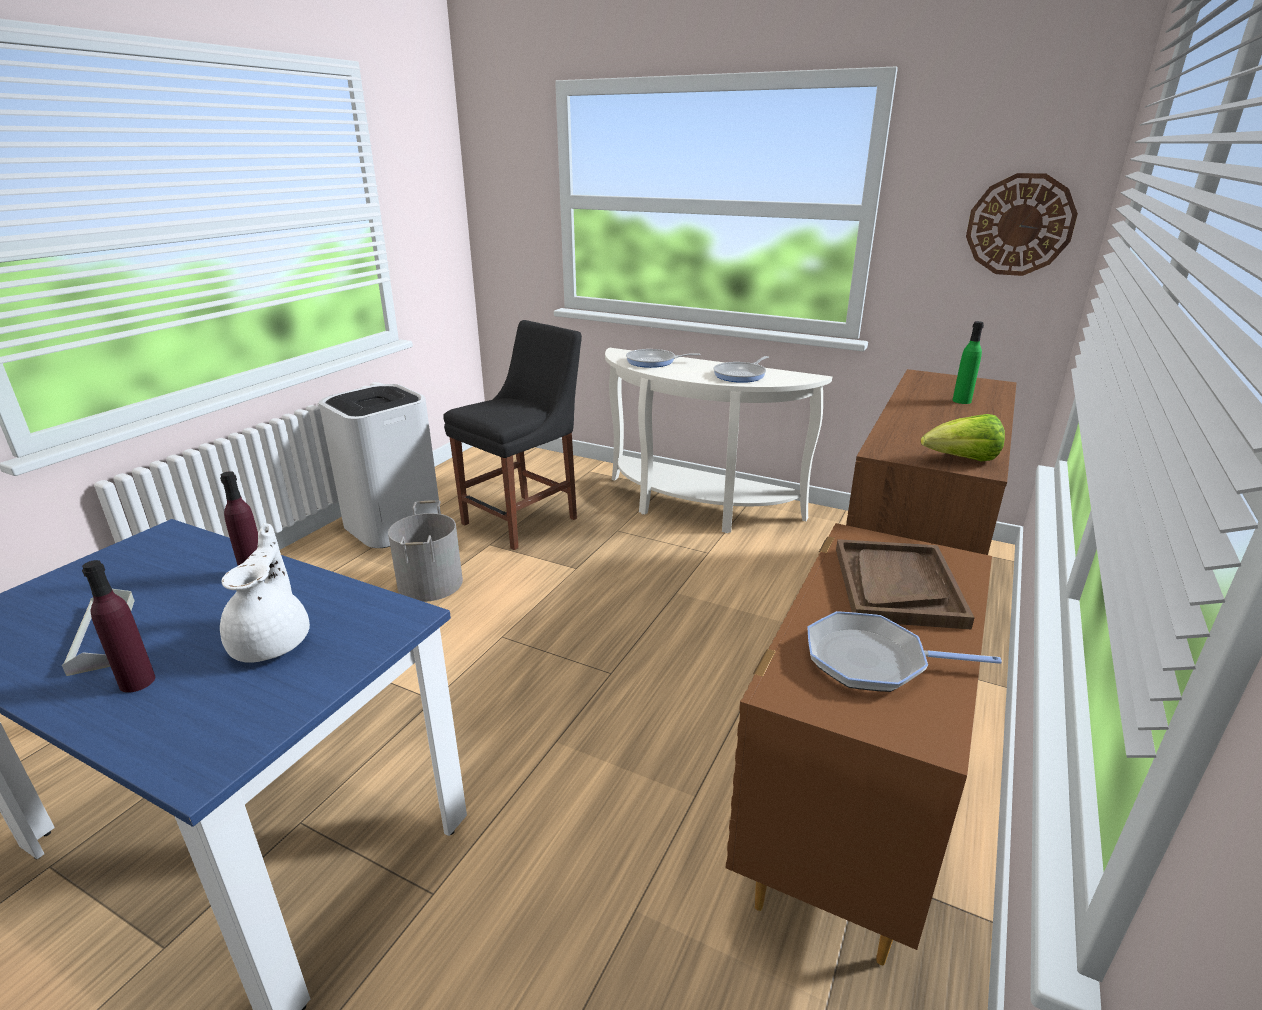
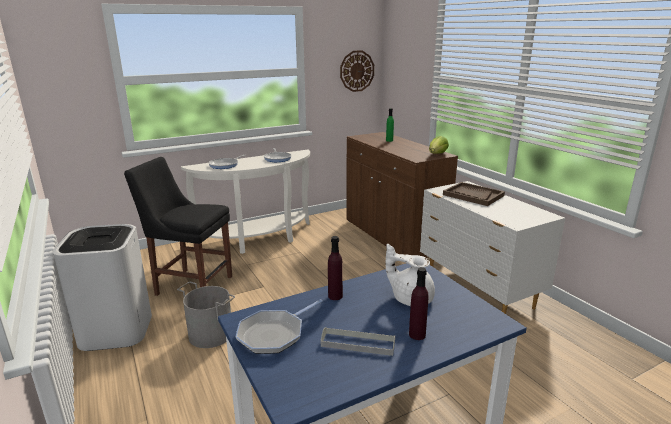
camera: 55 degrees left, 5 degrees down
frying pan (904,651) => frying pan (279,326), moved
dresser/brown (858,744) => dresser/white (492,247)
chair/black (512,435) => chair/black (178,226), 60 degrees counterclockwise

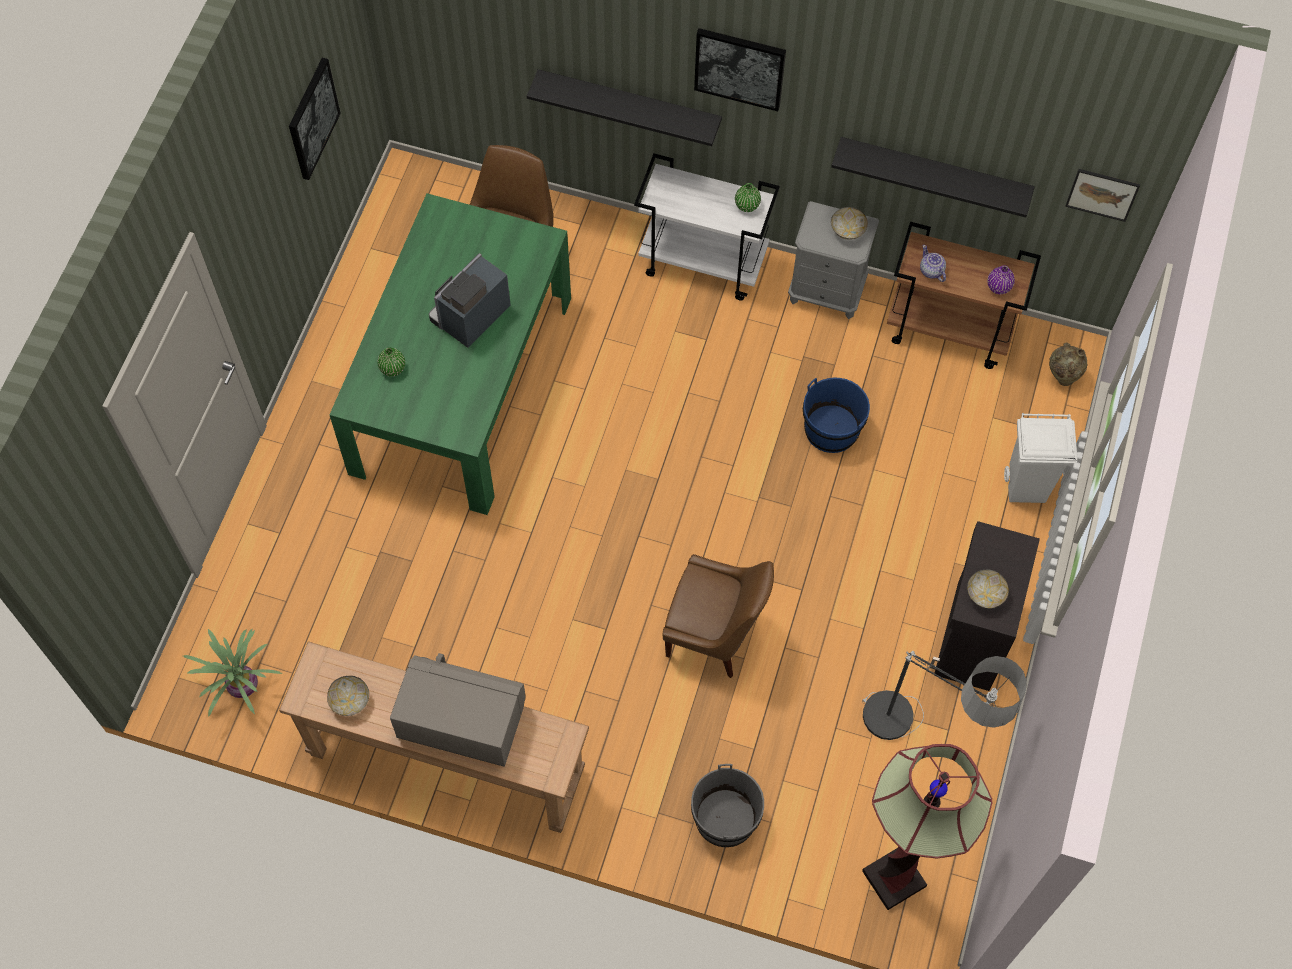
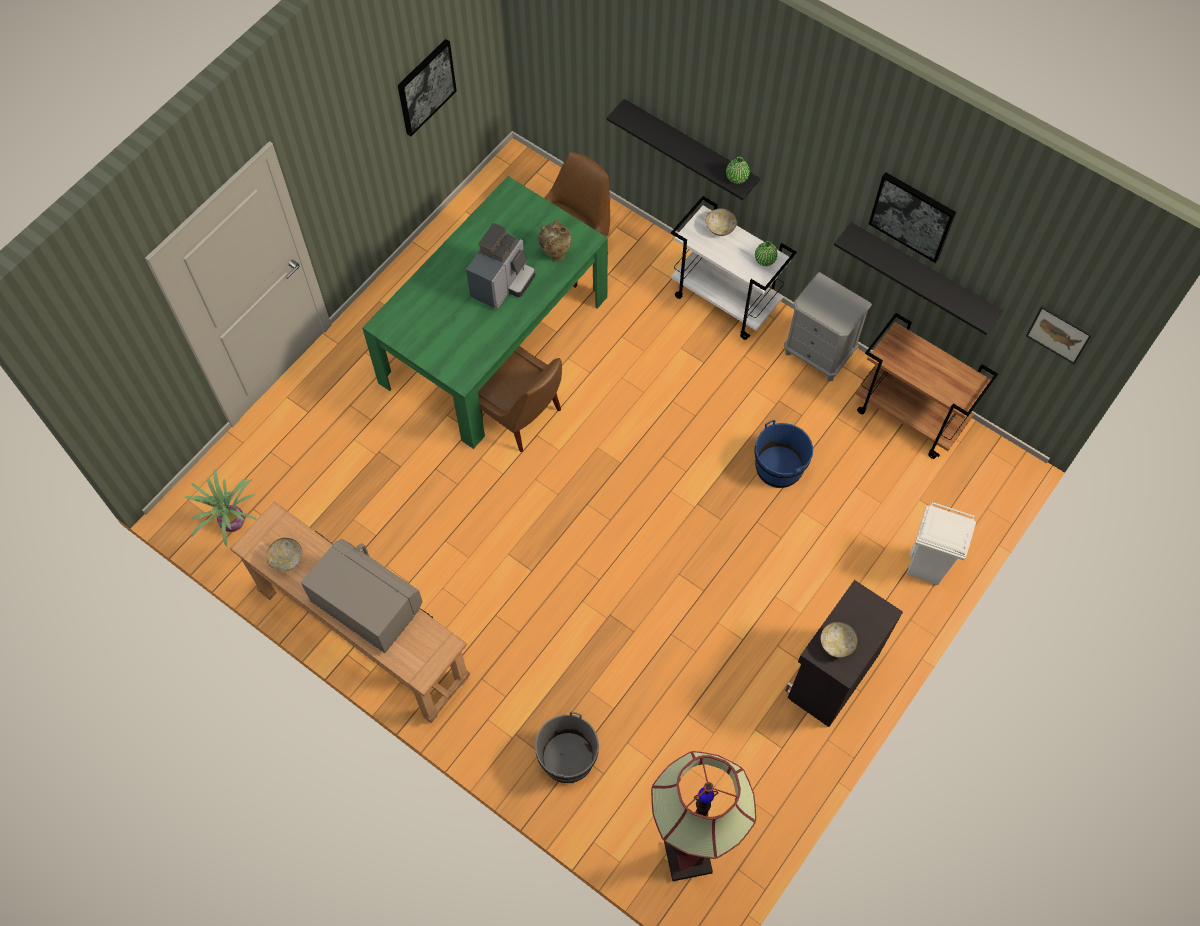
camera: 20 degrees right, 0 degrees up
floor lamp (944,695) => nothing
teapot (933,263) => nothing
vase/purple (1001,279) => nothing
vase/green (391,362) => vase/green (738,170), moved
chair/brown (718,616) => chair/brown (520,399), moved
picture (740,69) => picture (912,217), moved
bowl (849,223) => bowl (721,222), moved
vase/beige (1068,364) => vase/beige (555,240), moved
coffee machine (470,300) => coffee machine (500,266), 150 degrees clockwise

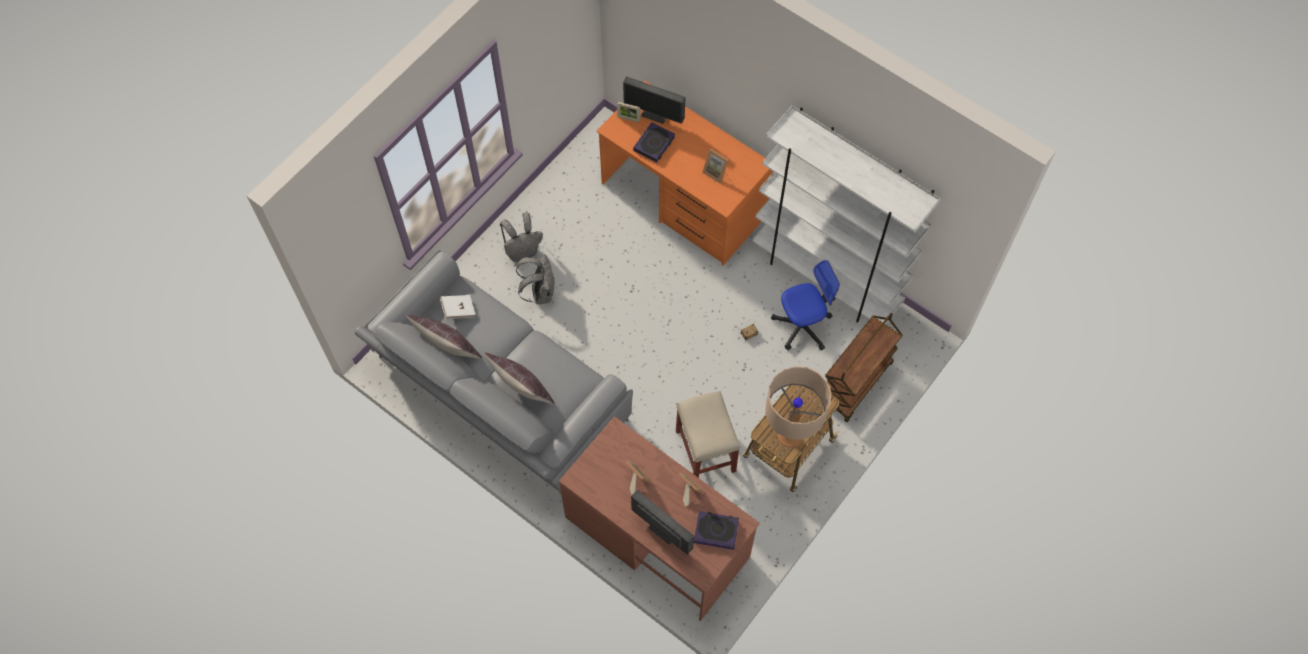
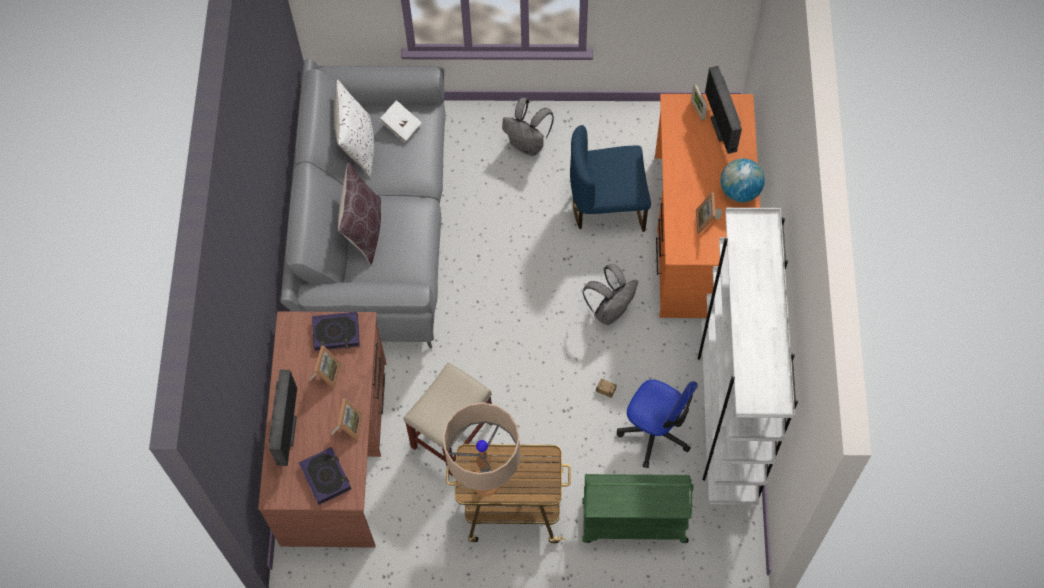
camera: 55 degrees right, 0 degrees up
nothing => chair/blue (610,178)
nothing => globe (743,180)
backpack/grey (535,279) => backpack/grey (610,294), moved
book (654,142) => book (336,331), moved
pillow/brown (444,337) => pillow/white (354,128)
cart/brown (864,367) => cart/green (638,508)

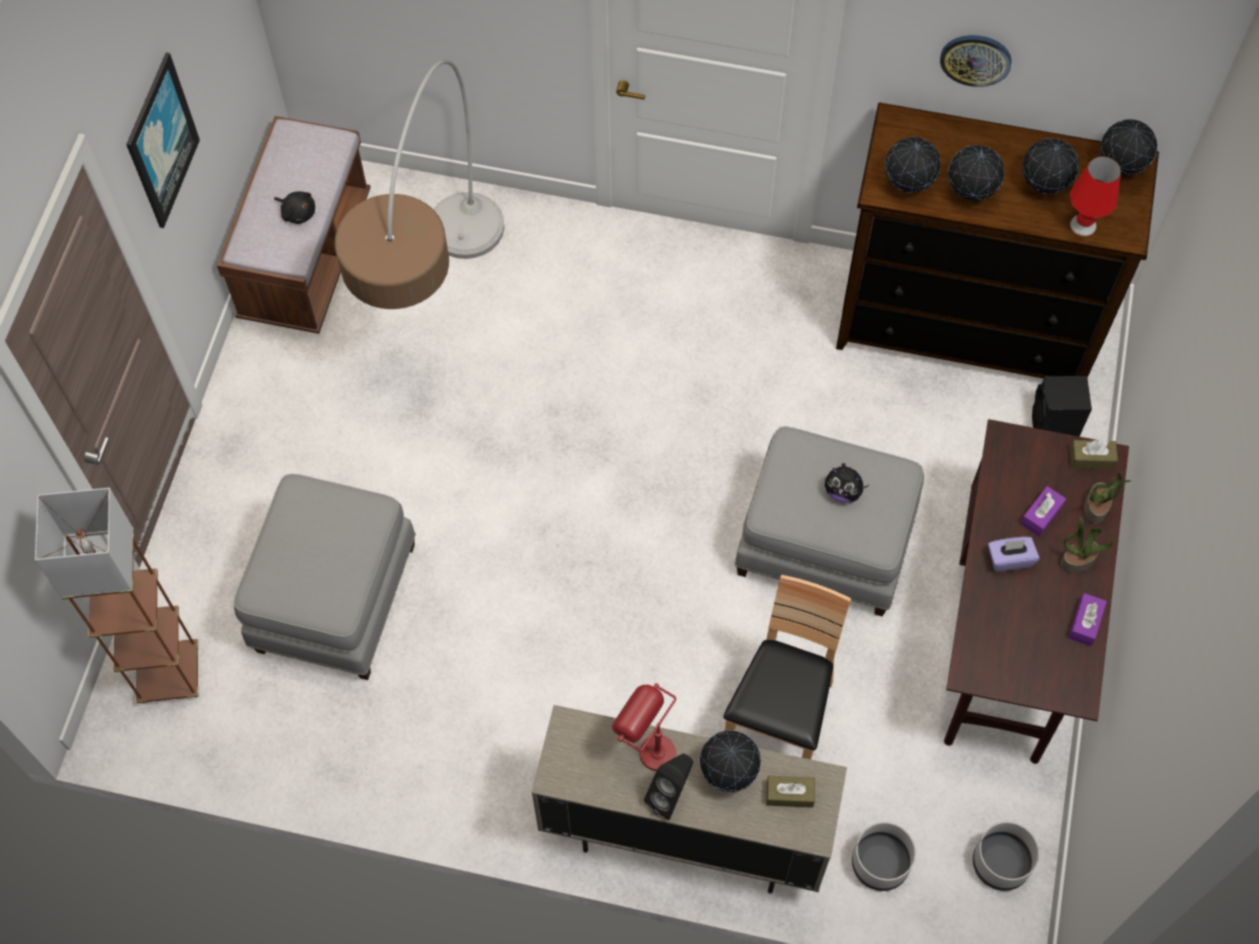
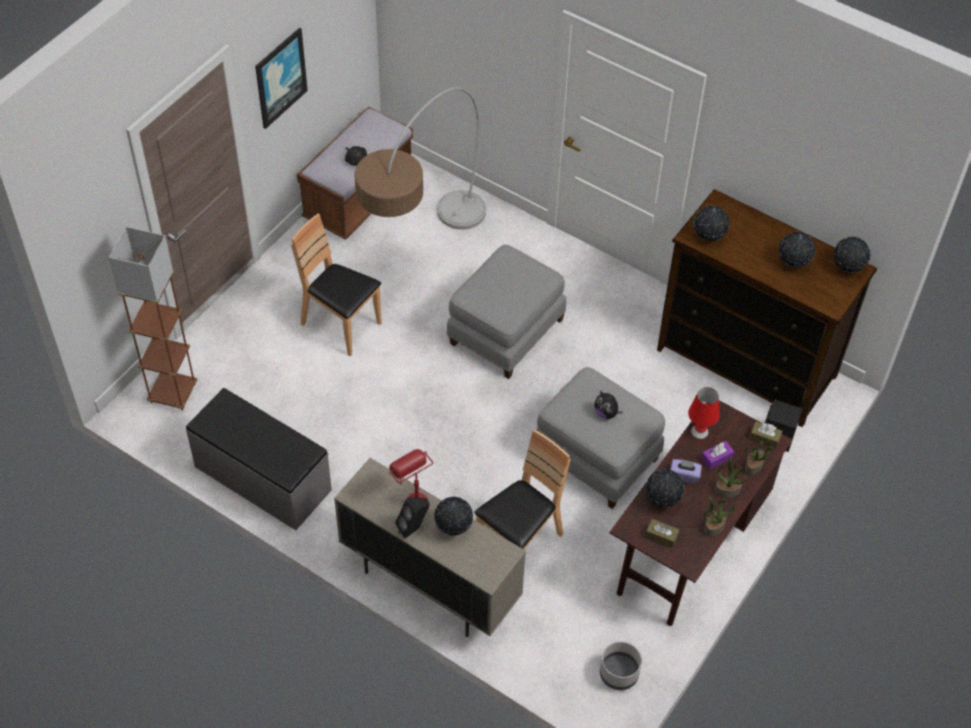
camera: 20 degrees right, 10 degrees down
planter/grey (884,856) => nothing
wall clock (976,61) => nothing
nothing => bench/grey (259,459)
nothing => chair/brown (336,285)
ottoman/grey (325,577) => ottoman/grey (506,312), moved
tissue box/brown (790,792) => tissue box/brown (662,533), moved
globe (976,173) => globe (665,488), moved
table lamp/red (1095,196) => table lamp/red (703,413), moved
tissue box/purple (1087,619) => potted plant (719,516)

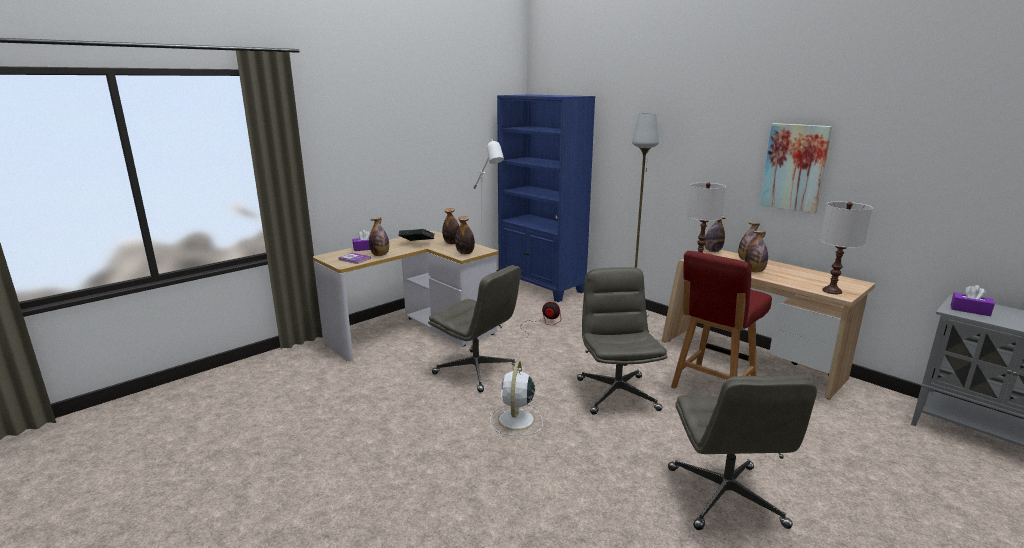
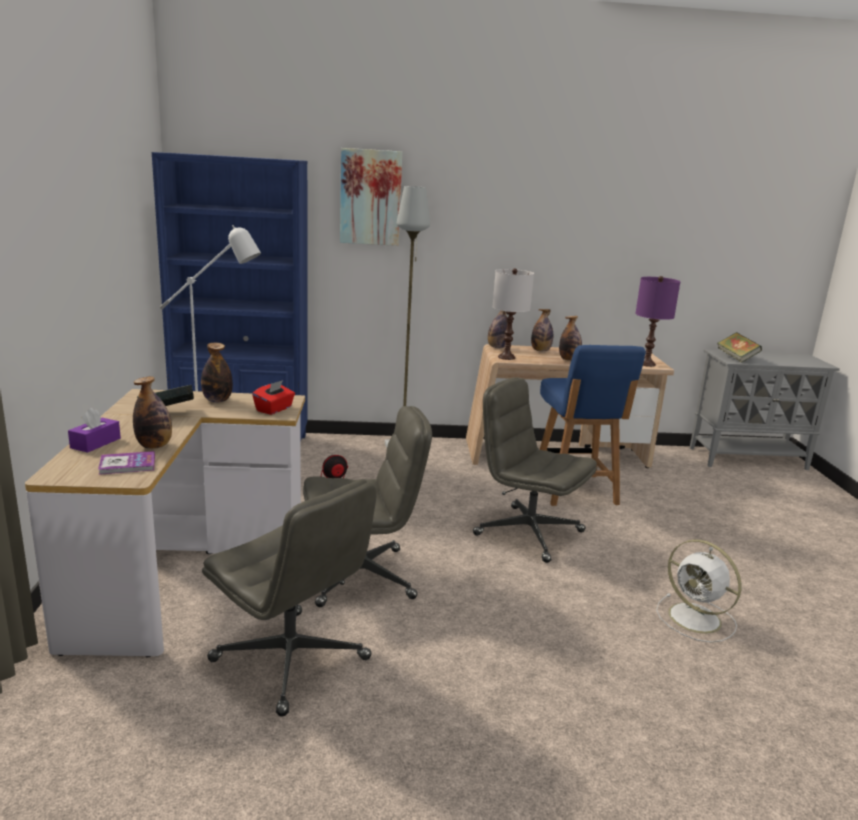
camera: 50 degrees left, 0 degrees up
fan/white (516,398) => fan/white (698,591), moved
office chair/grey (742,453) => office chair/grey (289,598), moved
picture (796,168) => picture (371,197), moved
bottle (465,235) => tissue box/red (273,397)
tissue box/purple (973,300) => book (740,347)
chair/red (721,320) => chair/blue (593,425)
table lamp/white (846,248) => table lamp/purple (657,321)

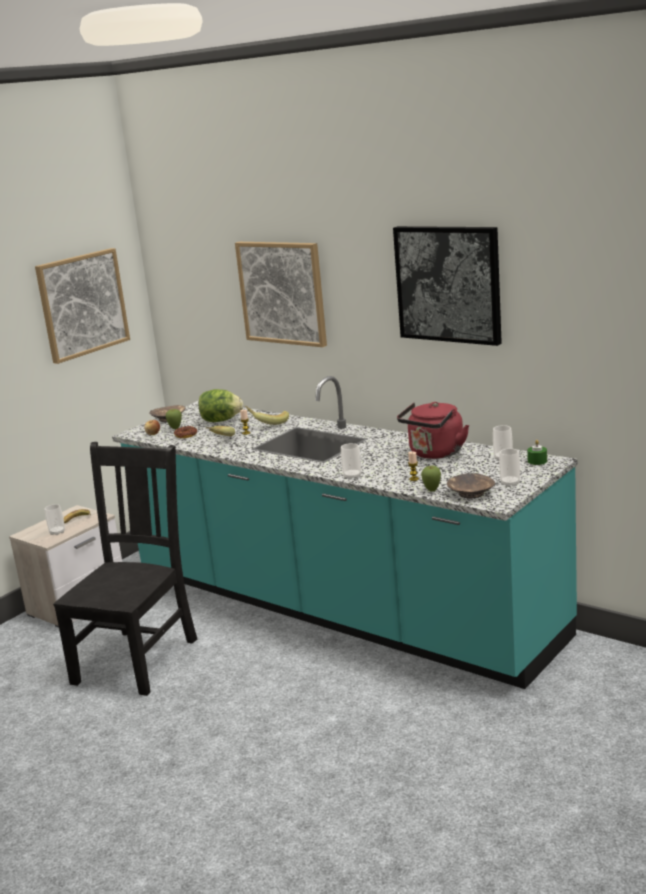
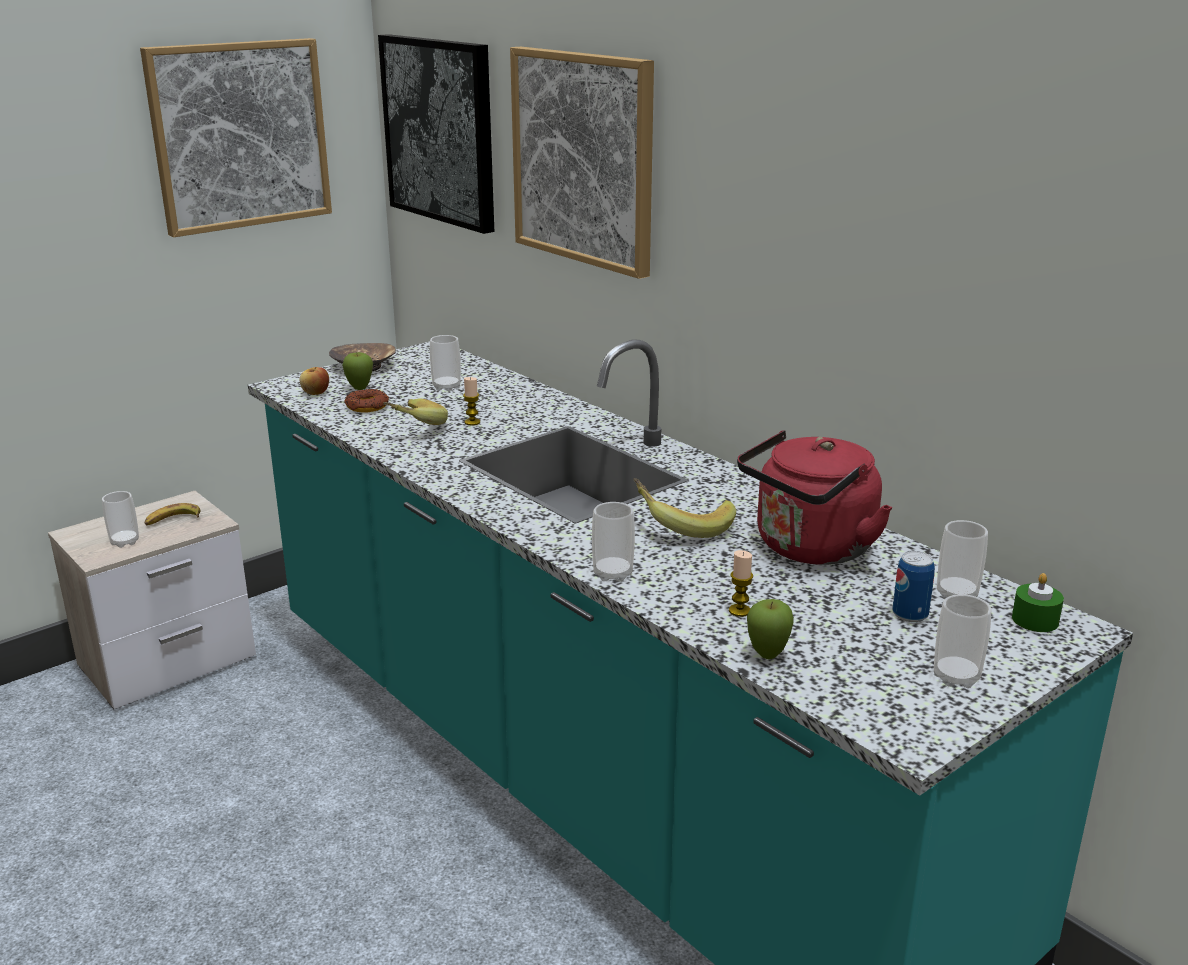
camera: 10 degrees right, 5 degrees up
chair/black (125,569) => nothing
bowl/brown (471,485) => nothing
nothing => can (913,586)
banana (267,415) => banana (684,508), moved
picture (447,286) => picture (436,134), moved
lettuce (221,405) => cup (445,363)

